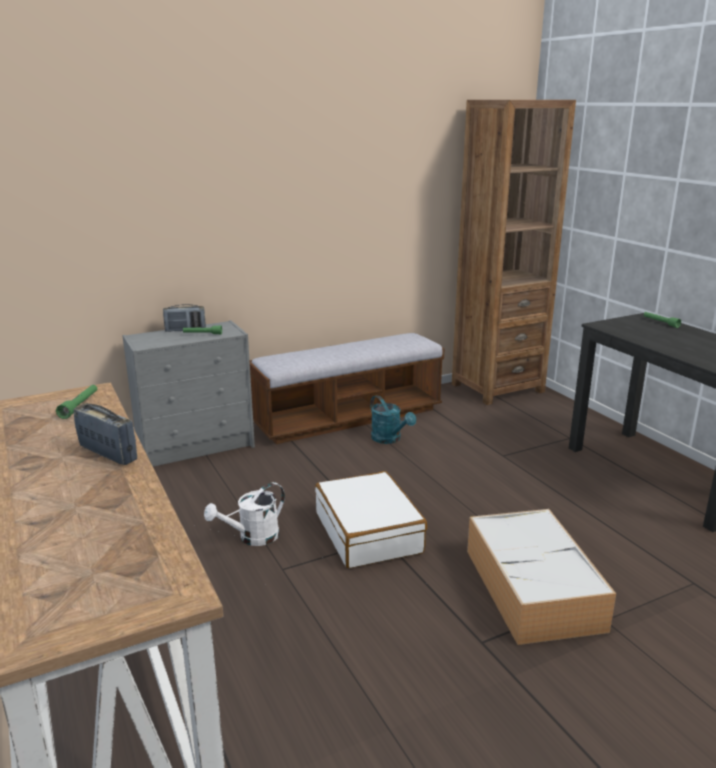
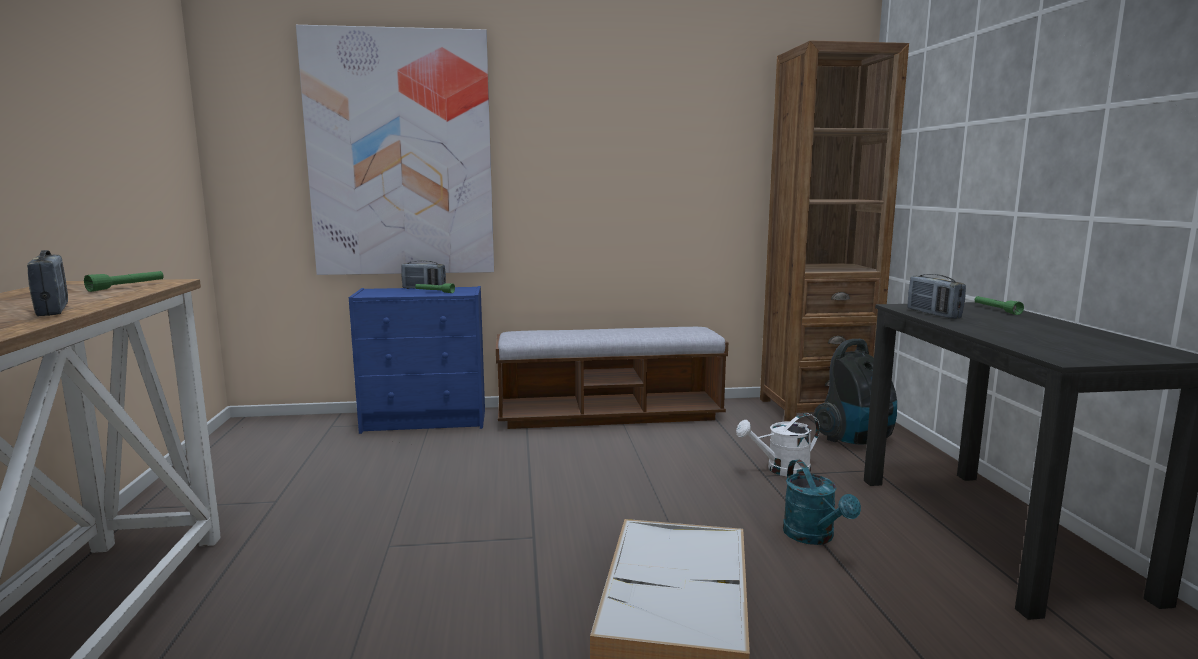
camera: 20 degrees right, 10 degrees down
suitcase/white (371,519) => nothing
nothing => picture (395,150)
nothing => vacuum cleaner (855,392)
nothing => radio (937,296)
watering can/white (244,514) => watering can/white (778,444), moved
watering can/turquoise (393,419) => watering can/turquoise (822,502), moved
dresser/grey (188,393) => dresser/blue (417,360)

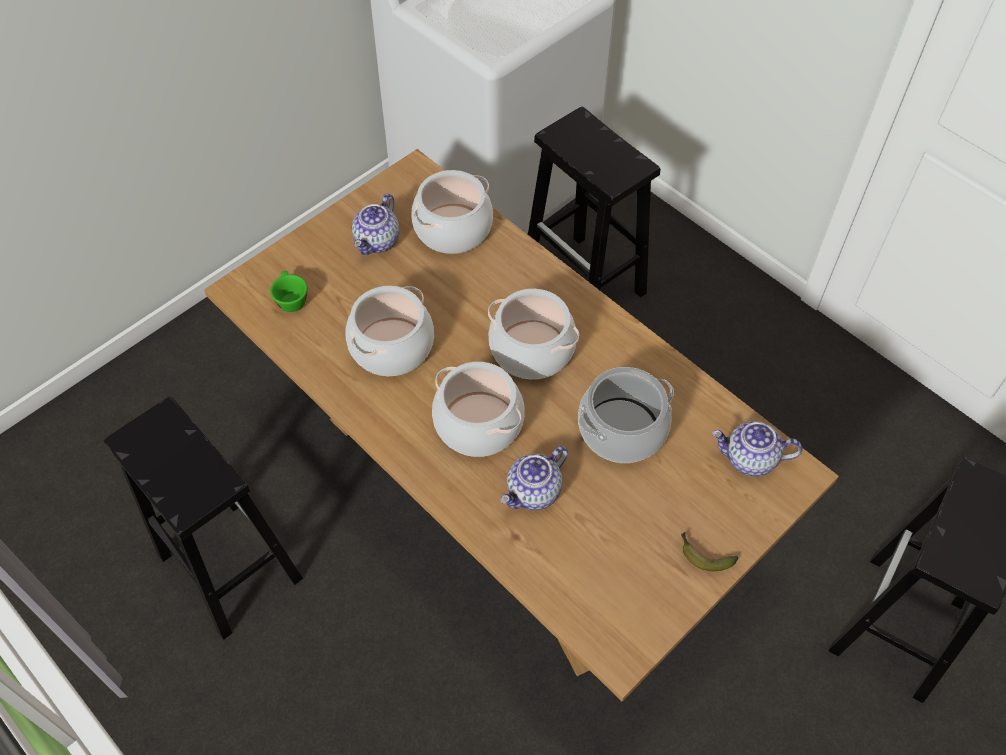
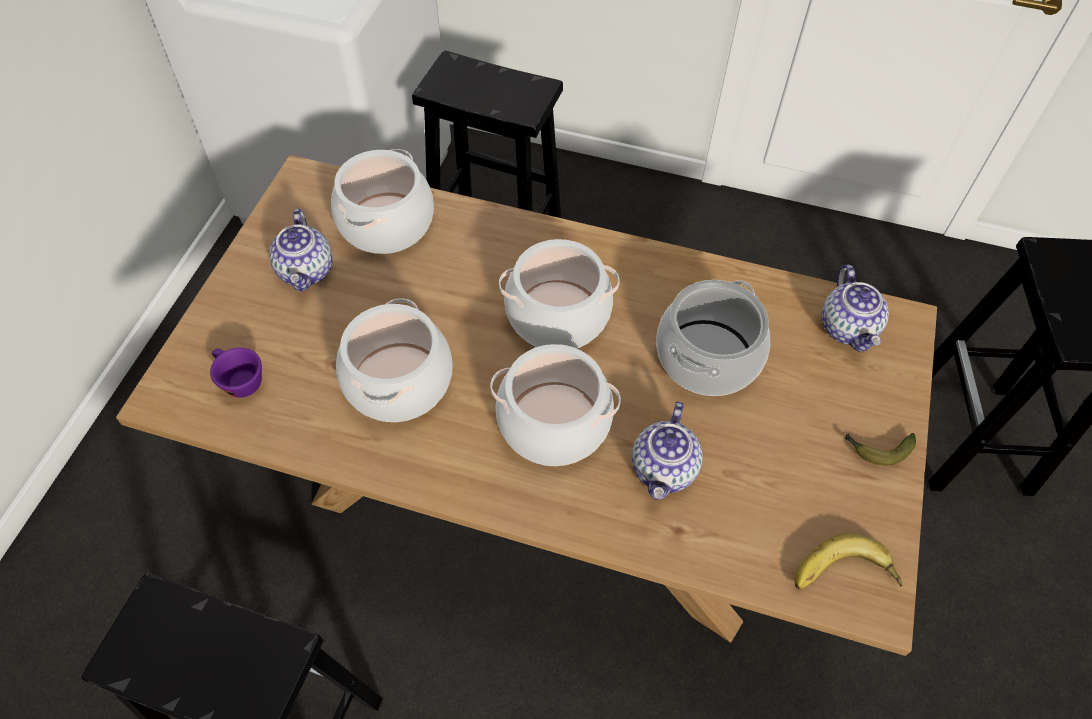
camera: 30 degrees left, 0 degrees up
nothing => banana (848,561)
cup/green (289,291) => cup/purple (236,372)
teapot (757,448) => teapot (855,308), 75 degrees counterclockwise

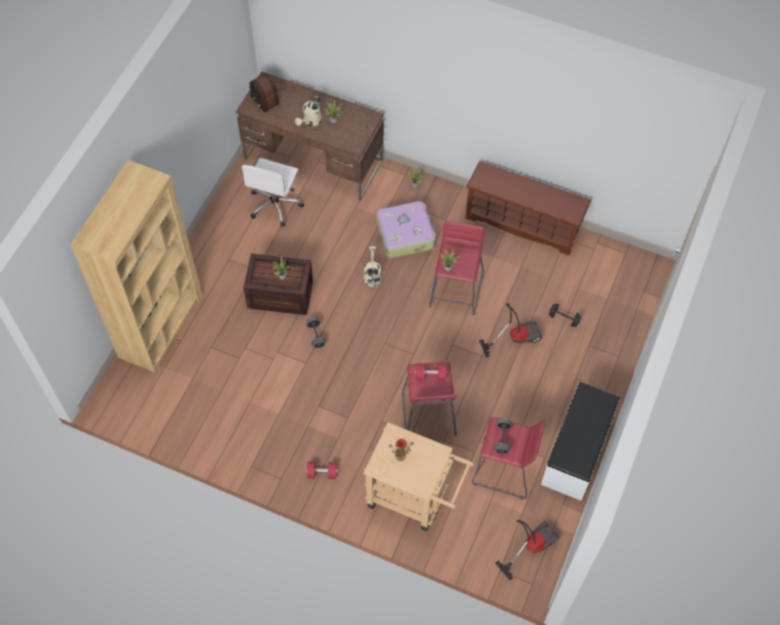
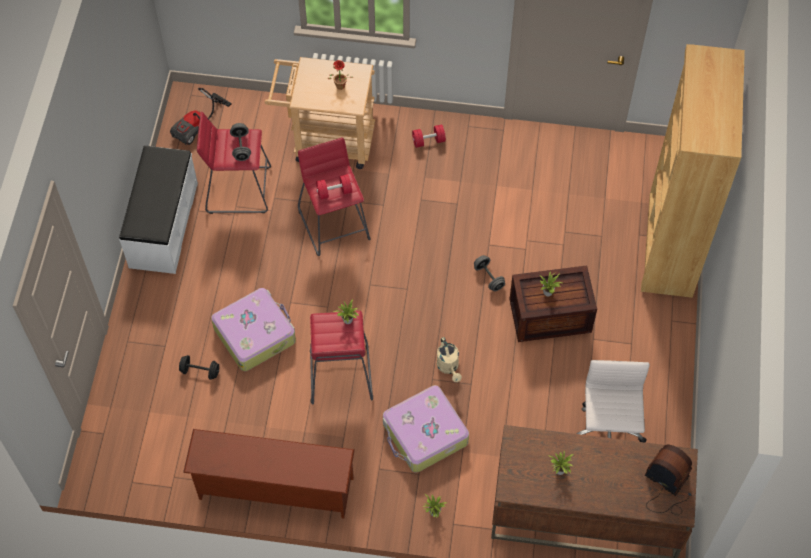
camera: 165 degrees right, 0 degrees up
watering can/beige (308,111) => nothing
vacuum cleaner (511,330) => suitcase (253,329)

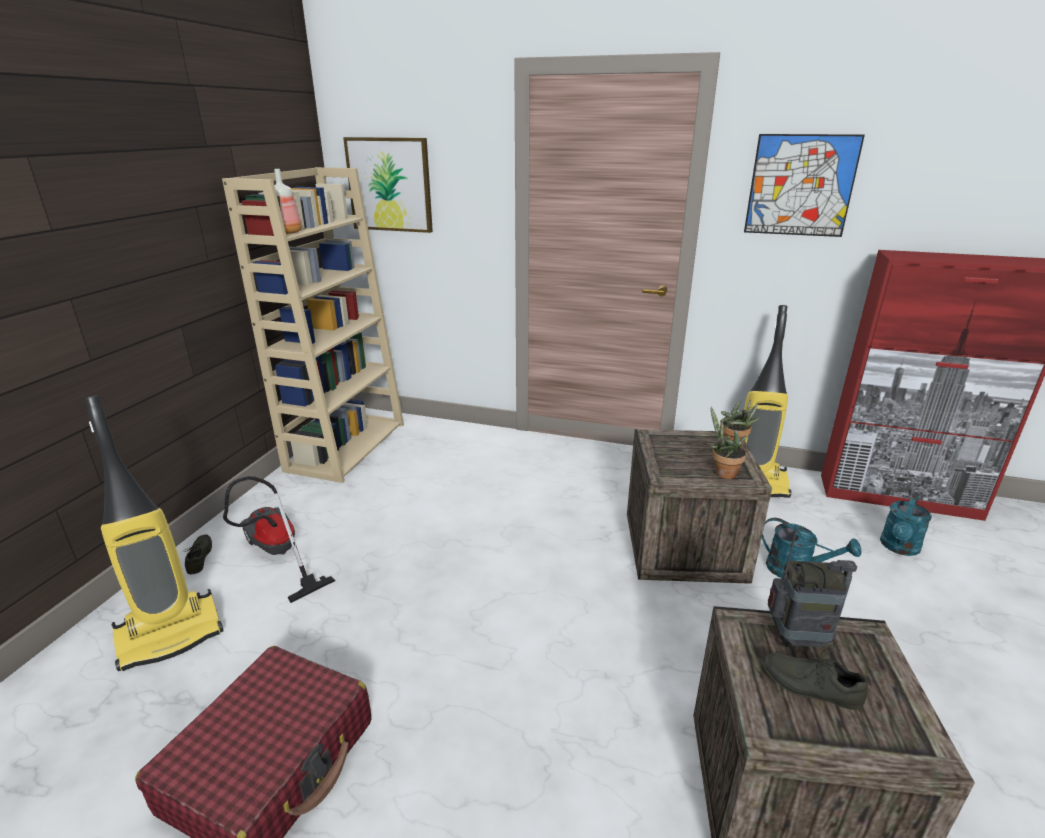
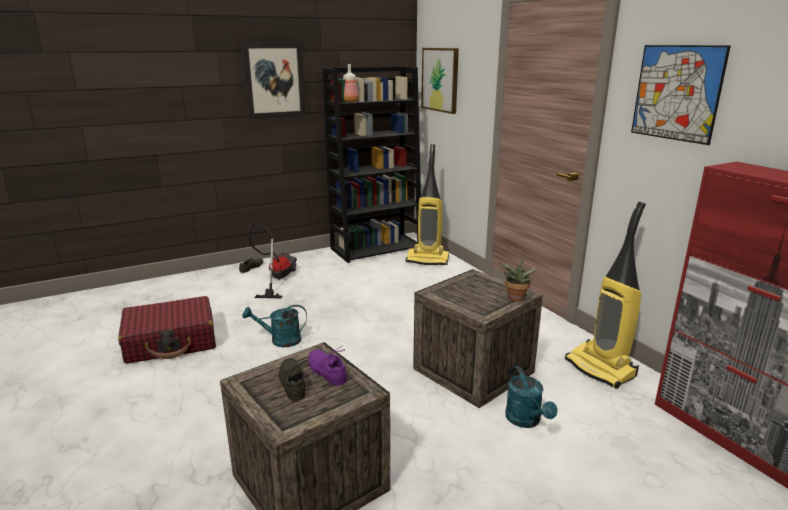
camera: 45 degrees right, 5 degrees down
potted plant (729,443) => nothing
nothing => picture (273,80)
vacuum cleaner (154,533) => vacuum cleaner (427,204), moved
watering can/turquoise (906,524) => watering can/turquoise (274,326), moved
radio (812,586) => shoe/purple (327,365)
bookcase/beige (313,325) => bookcase/black (371,164)

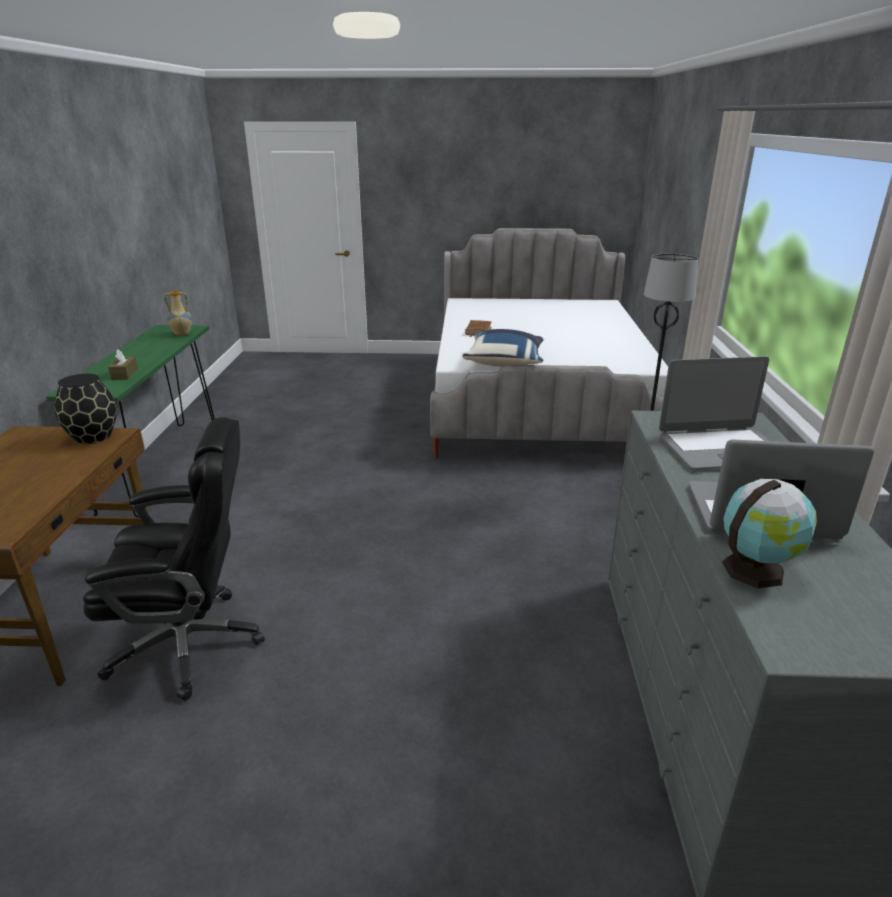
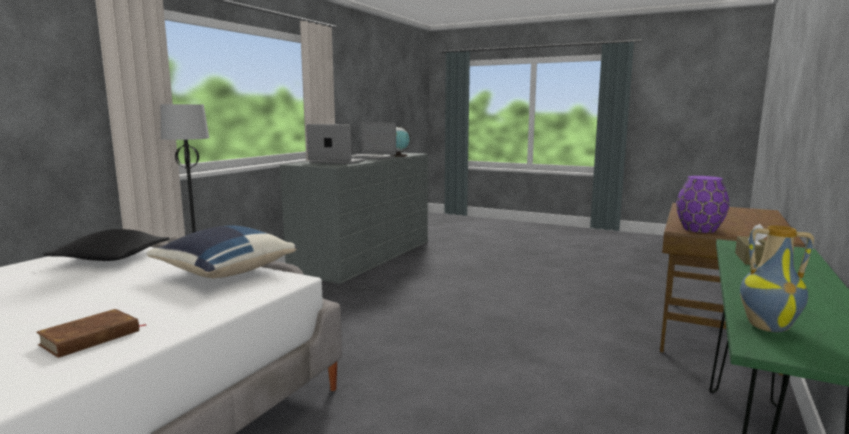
camera: 155 degrees left, 15 degrees down
office chair/black (174,559) => nothing
nothing => pillow/black (107,245)
vase/black (86,409) => vase/purple (702,204)

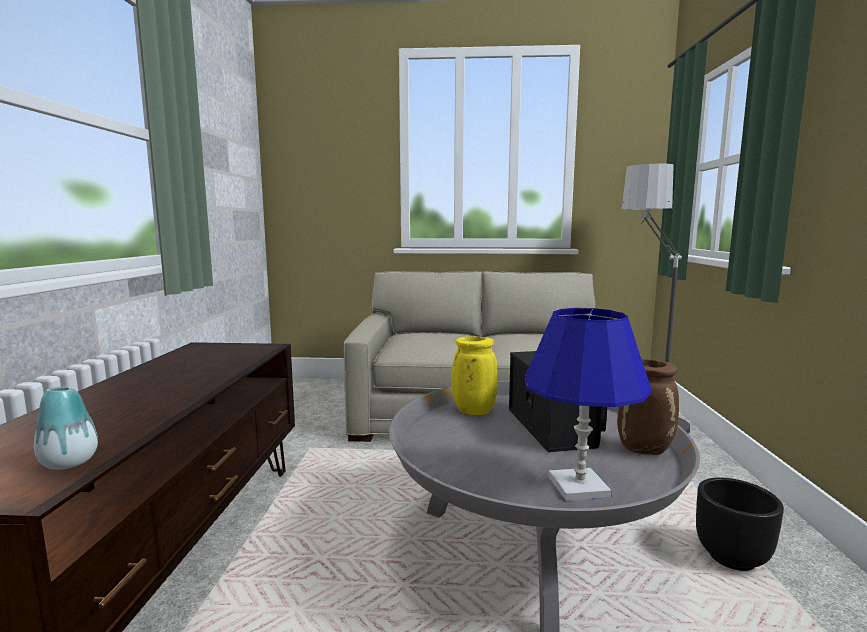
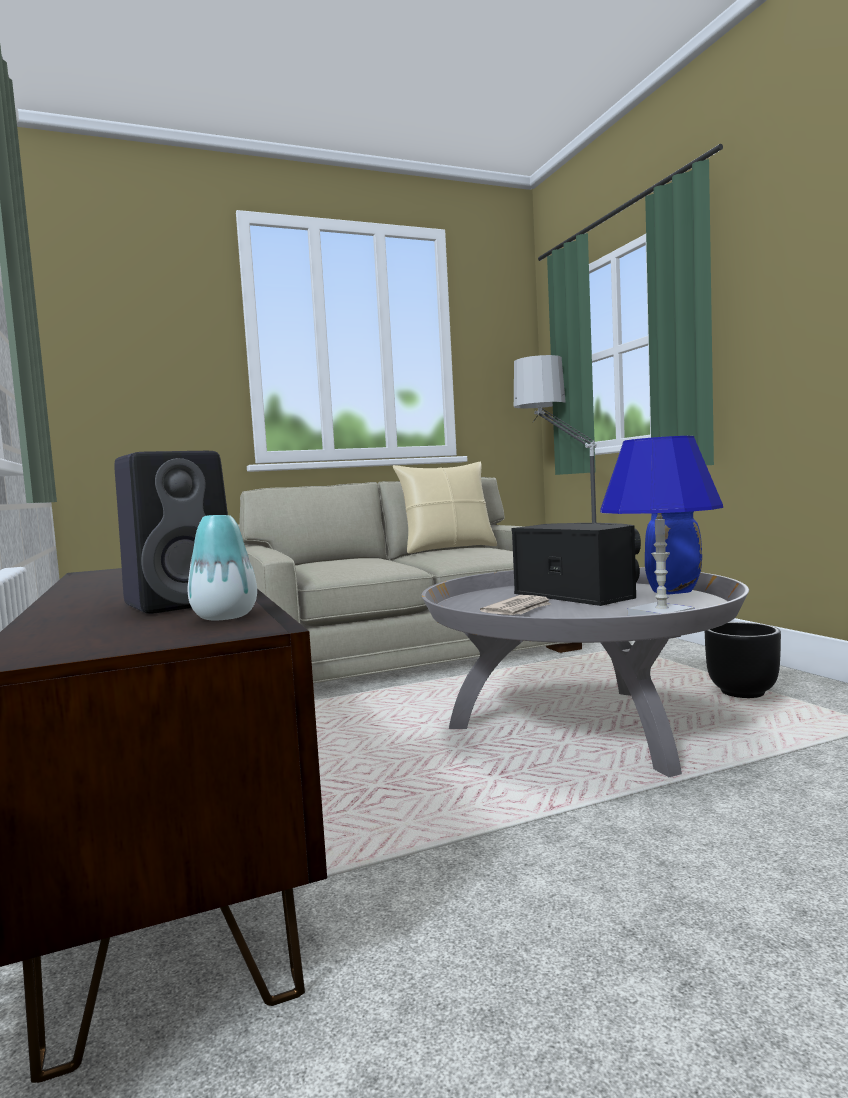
camera: 25 degrees left, 5 degrees down
vase/yellow (474,375) => nothing
nothing => speaker/black (171,532)
nothing => pillow/beige (445,508)
nothing => newspaper (515,605)
vase/brown (648,407) => vase/blue (673,552)

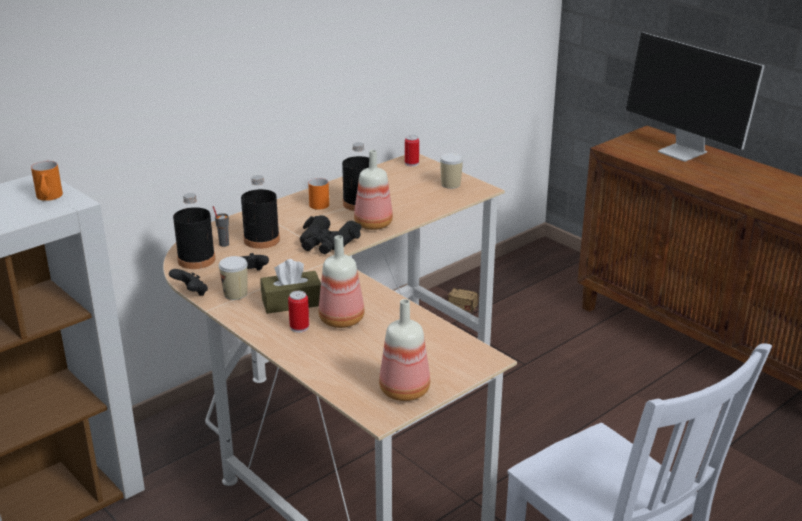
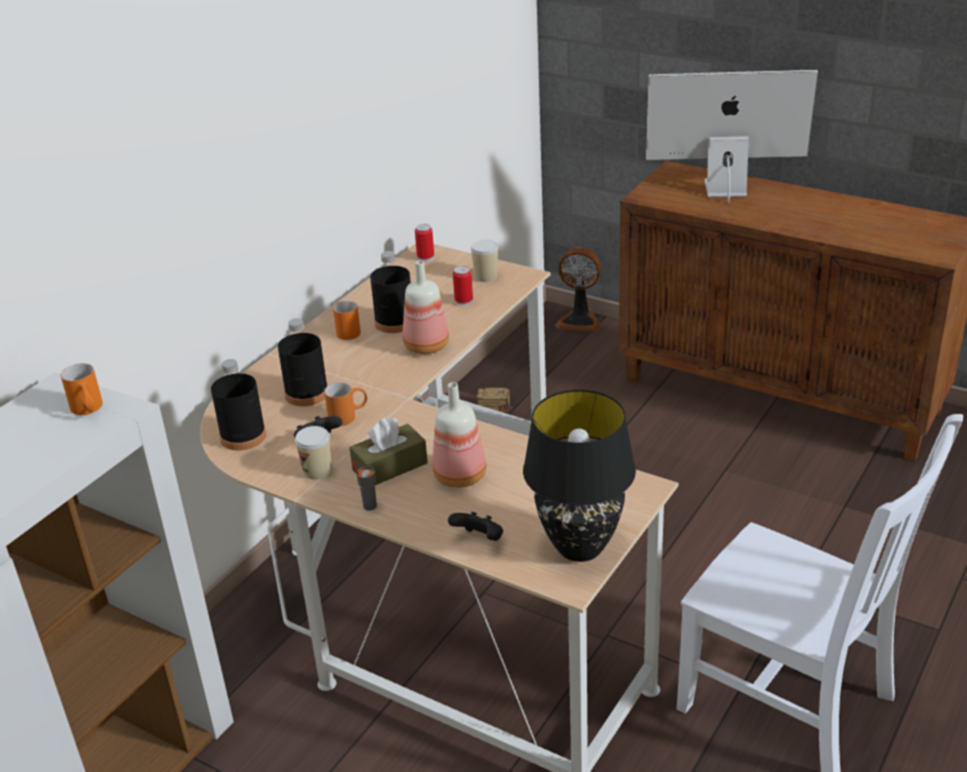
camera: 15 degrees left, 5 degrees up
binoculars/black (330,234) => nothing
nothing => mug/orange (345,404)
nothing => fan (578,289)
game controller/black (188,282) => game controller/black (475,526), moved
cup/grey (221,226) => cup/grey (364,486), moved
can (298,312) => can (463,286), moved
bottle (404,350) => table lamp/black (579,476)
monitor (695,97) => monitor (732,136), 150 degrees clockwise

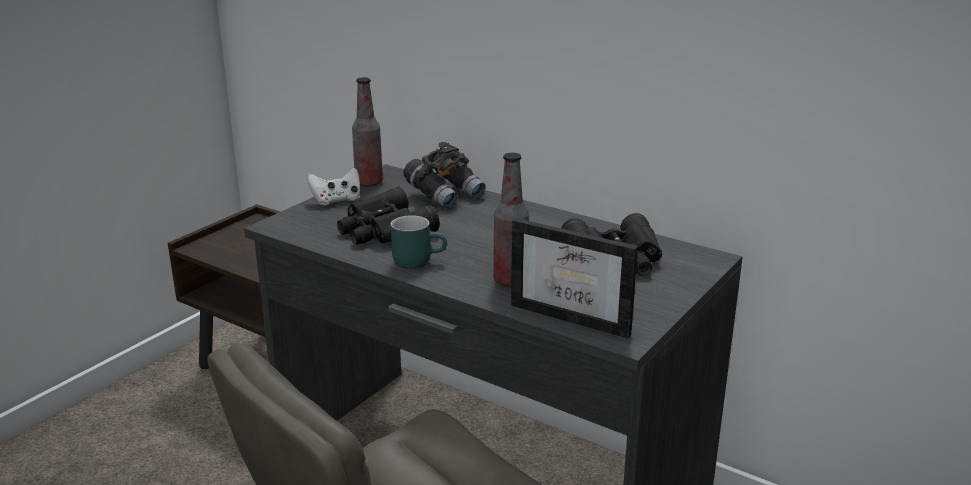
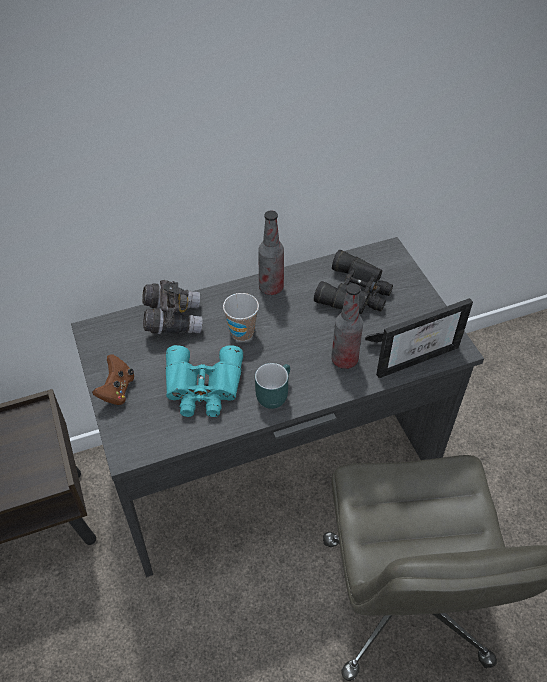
camera: 55 degrees left, 25 degrees up
nothing => cup (241,317)
bottle (367,132) => bottle (271,252), moved
game controller/white (333,186) => game controller/brown (113,379)
binoculars/black (388,216) => binoculars/turquoise (204,381)

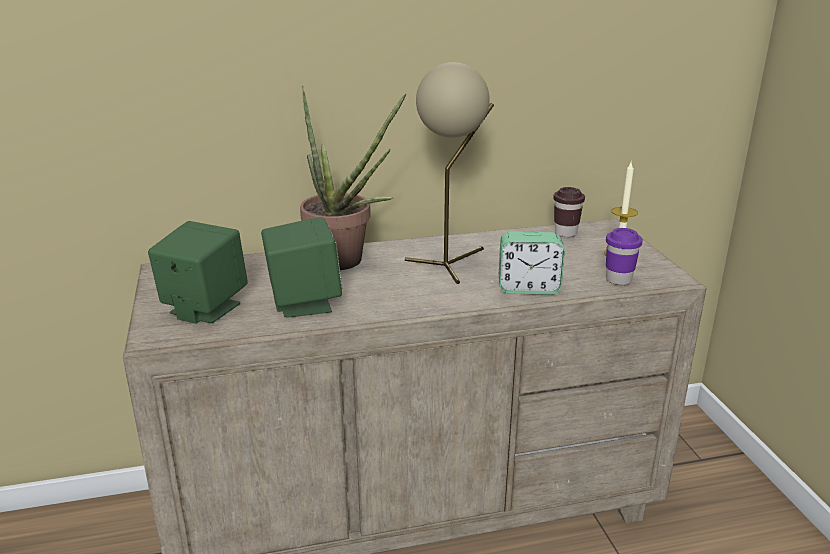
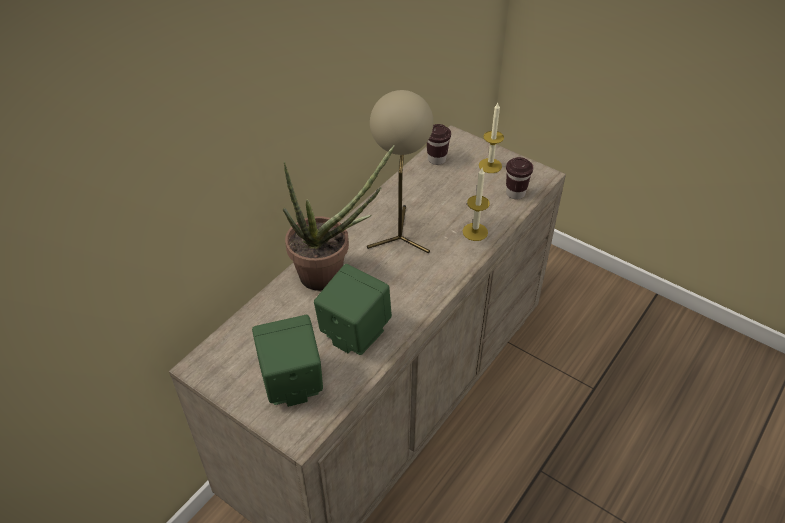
camera: 40 degrees left, 20 degrees up
alarm clock (532,263) => candle (476,204)
cup/purple (624,256) => cup/brown (519,178)

